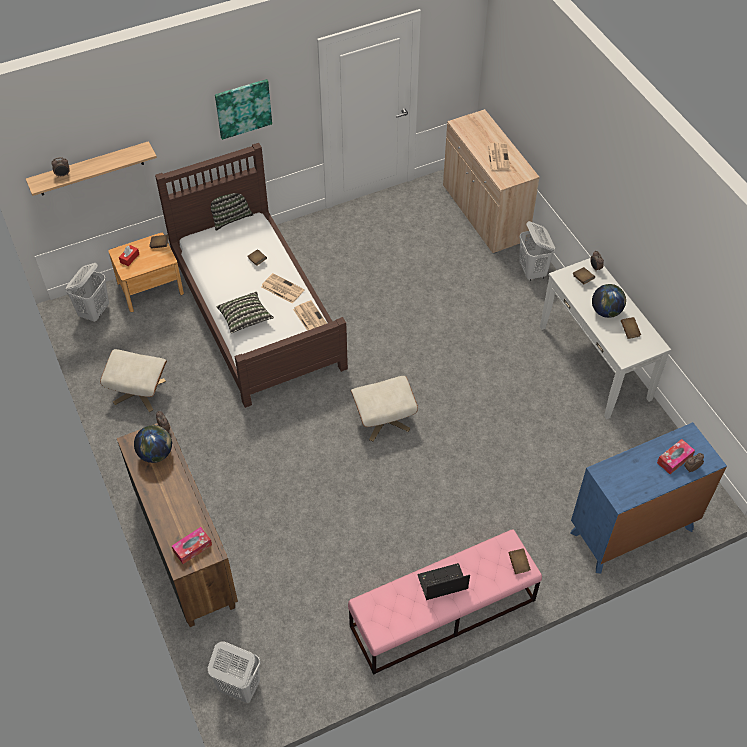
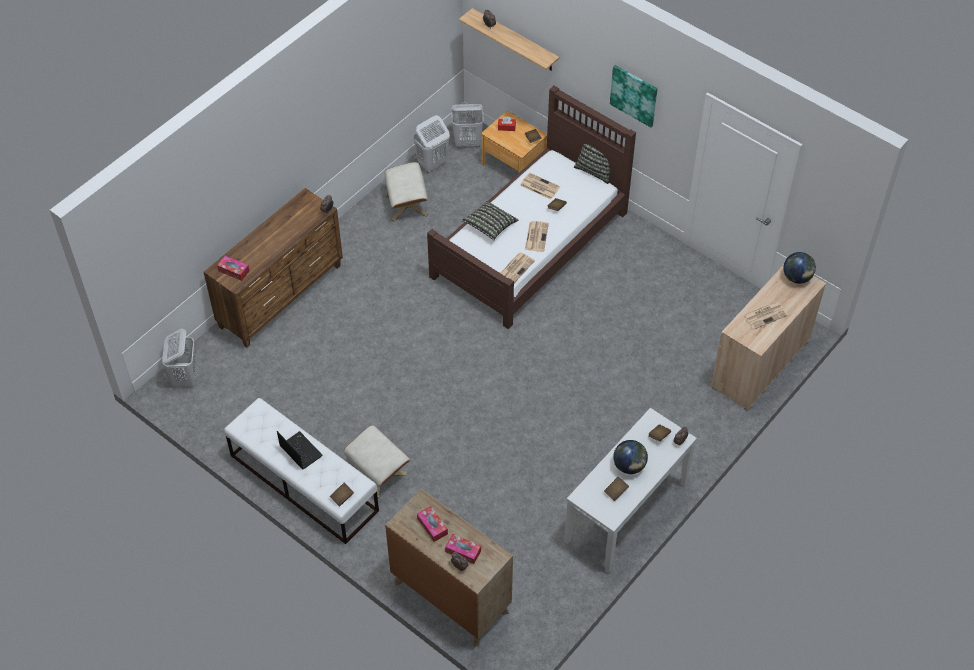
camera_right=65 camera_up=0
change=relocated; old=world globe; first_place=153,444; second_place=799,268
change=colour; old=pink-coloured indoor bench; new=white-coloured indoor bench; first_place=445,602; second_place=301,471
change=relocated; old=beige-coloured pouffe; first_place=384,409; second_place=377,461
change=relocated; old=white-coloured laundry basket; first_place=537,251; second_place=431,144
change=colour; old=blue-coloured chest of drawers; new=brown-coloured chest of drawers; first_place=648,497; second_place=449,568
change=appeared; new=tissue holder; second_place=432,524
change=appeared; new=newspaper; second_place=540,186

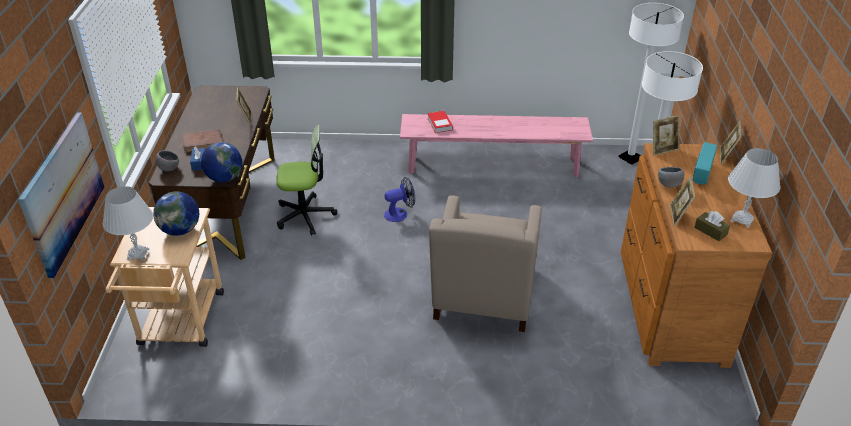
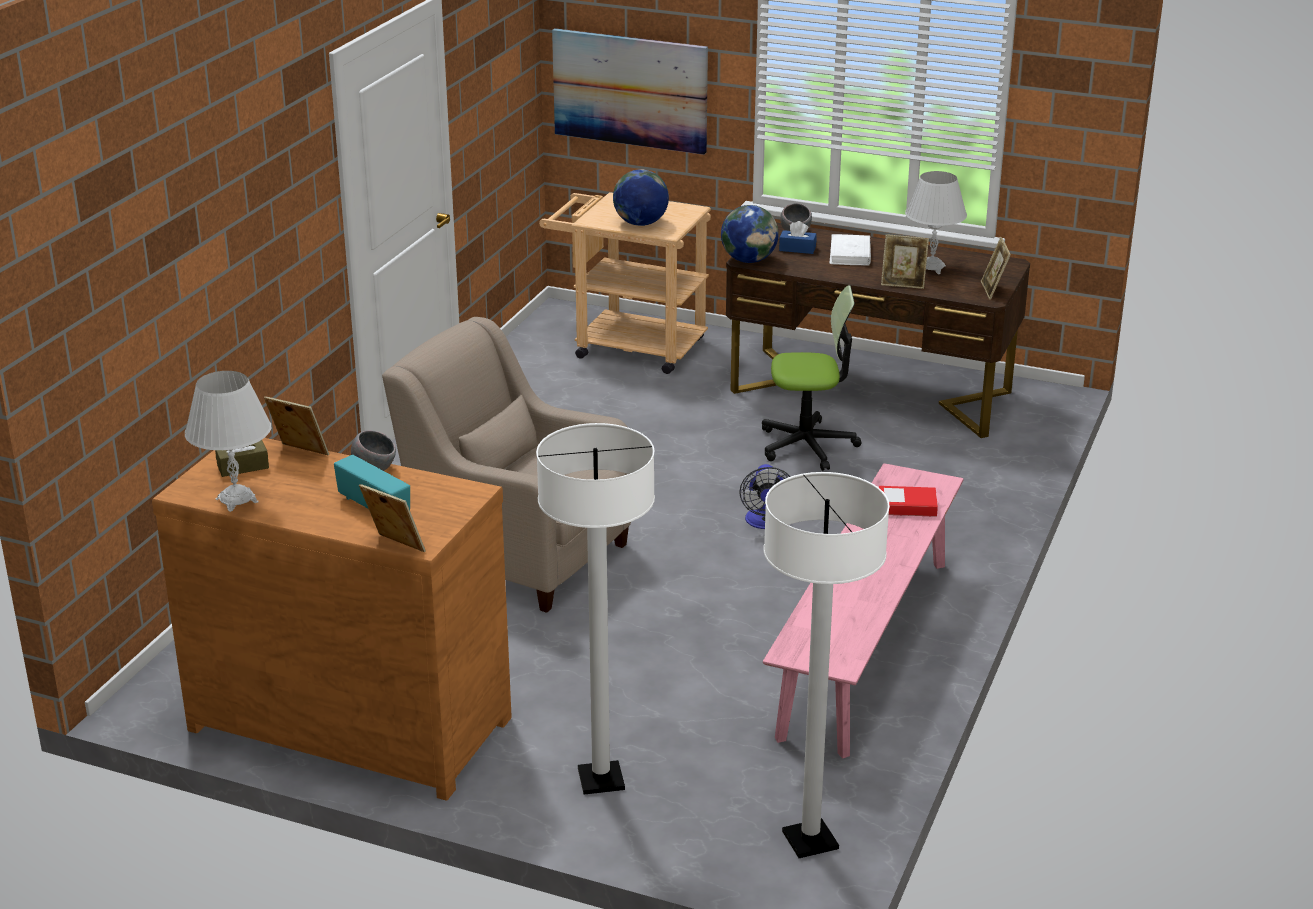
camera_right=110 camera_up=-10
change=relocated; old=white-coloured tabletop lamp; first_place=128,223; second_place=936,222
change=colour; old=brown-coloured volume; new=white-coloured volume; first_place=202,141; second_place=850,250
change=spun; old=desk chair; first_place=306,179; second_place=811,378; degrees=-105
change=relocated; old=picture frame; first_place=666,135; second_place=996,268

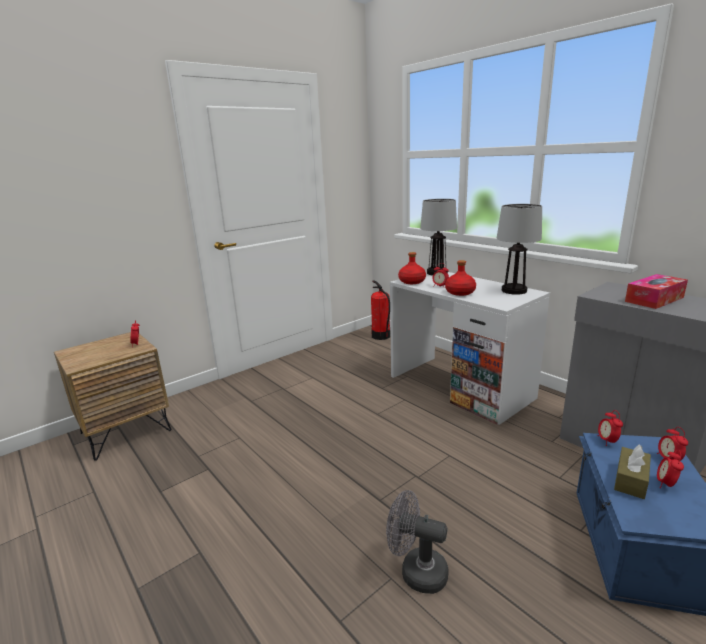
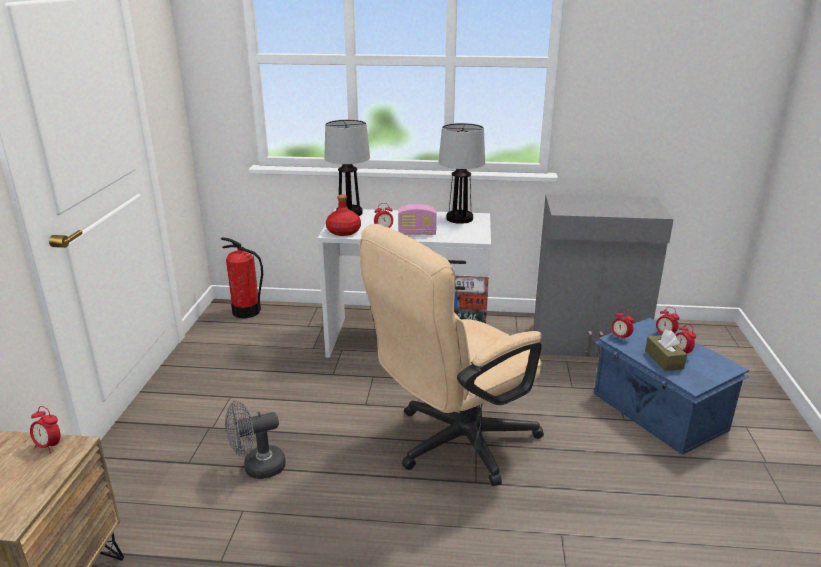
camera_right=-45 camera_up=5
change=relocated; old=grey electric fan; first_place=417,542; second_place=255,440
change=exchanged; old=red bottle; new=radio receiver; first_place=460,278; second_place=417,219
change=missing; old=tissue holder; first_place=656,291
change=appeared; new=beige-coloured desk chair; second_place=451,355

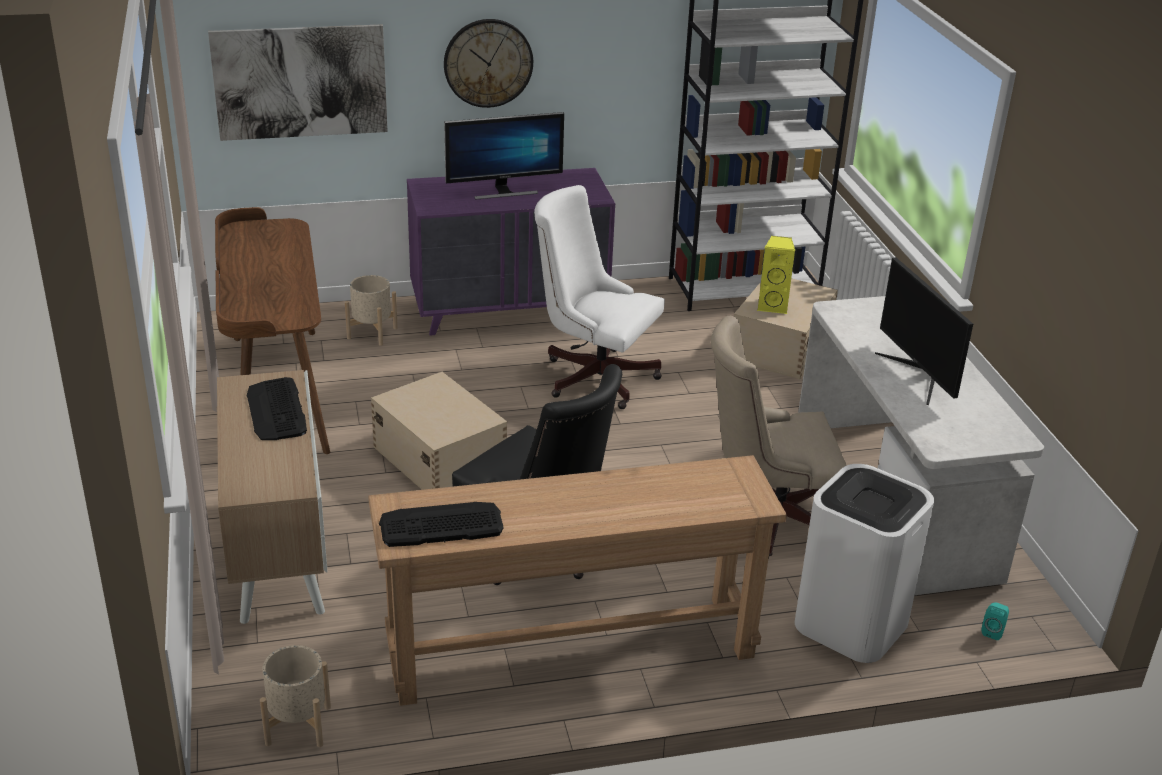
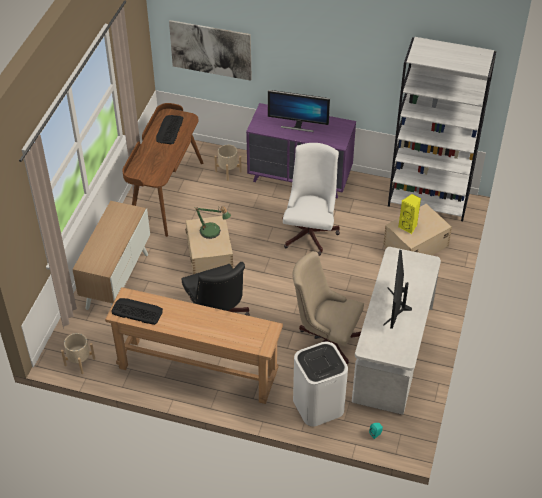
camera_right=30 camera_up=15
change=relocated; old=PC keyboard; first_place=276,408; second_place=169,129
change=missing; old=hanging clock; first_place=488,63
change=spun; old=white-coloured desk chair; first_place=599,297; second_place=311,199; degrees=45
change=appeared; new=tabletop lamp; second_place=213,222

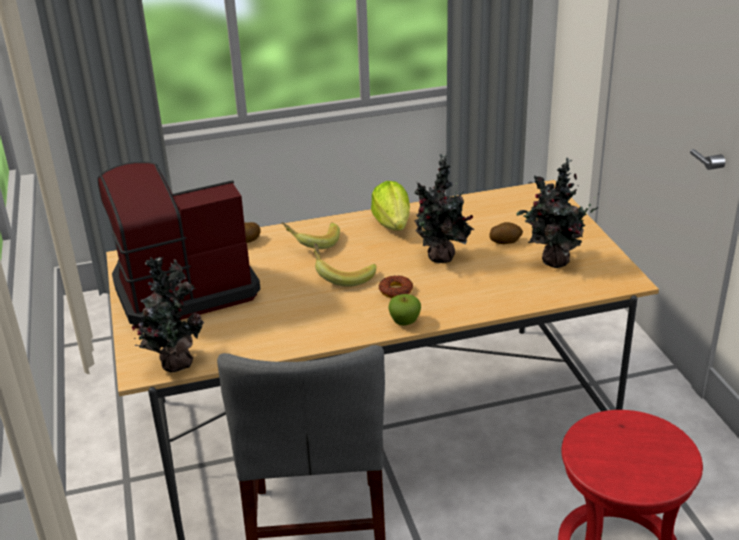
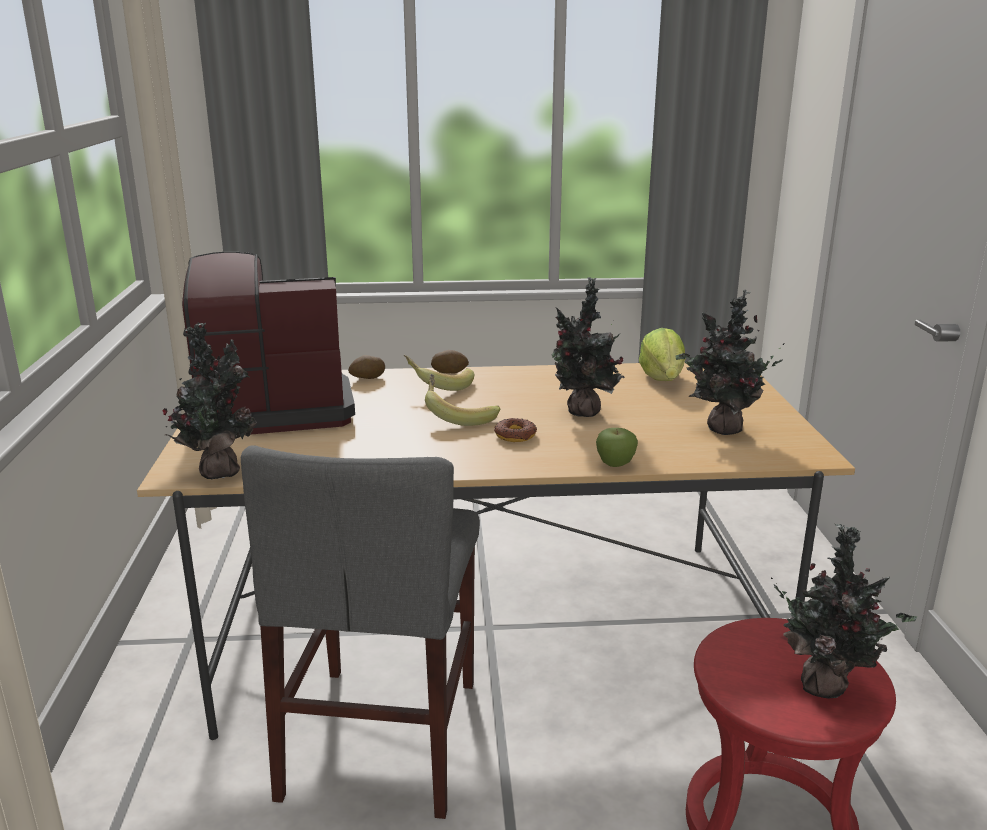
camera_right=10 camera_up=-10
change=relocated; old=lettuce; first_place=390,206; second_place=662,354
change=relocated; old=whole apple; first_place=404,310; second_place=617,447
change=relocated; old=spud; first_place=506,233; second_place=450,362
change=appeared; new=houseplant; second_place=844,611

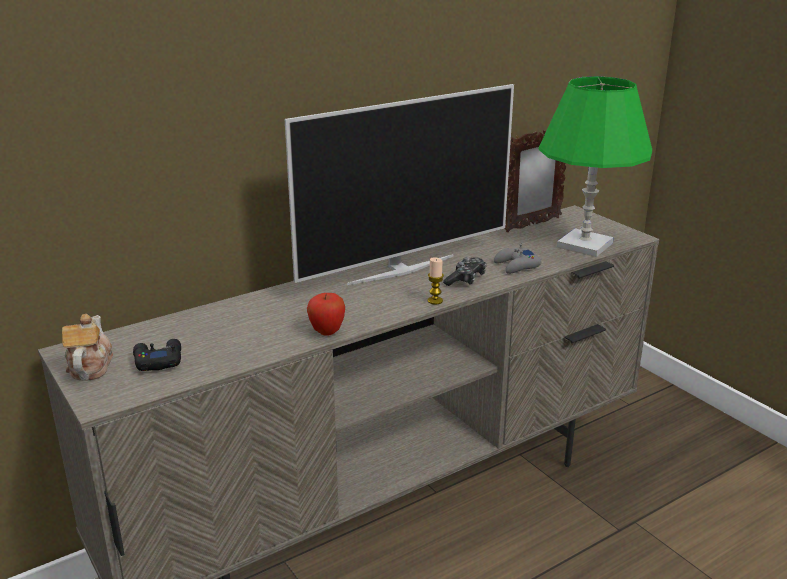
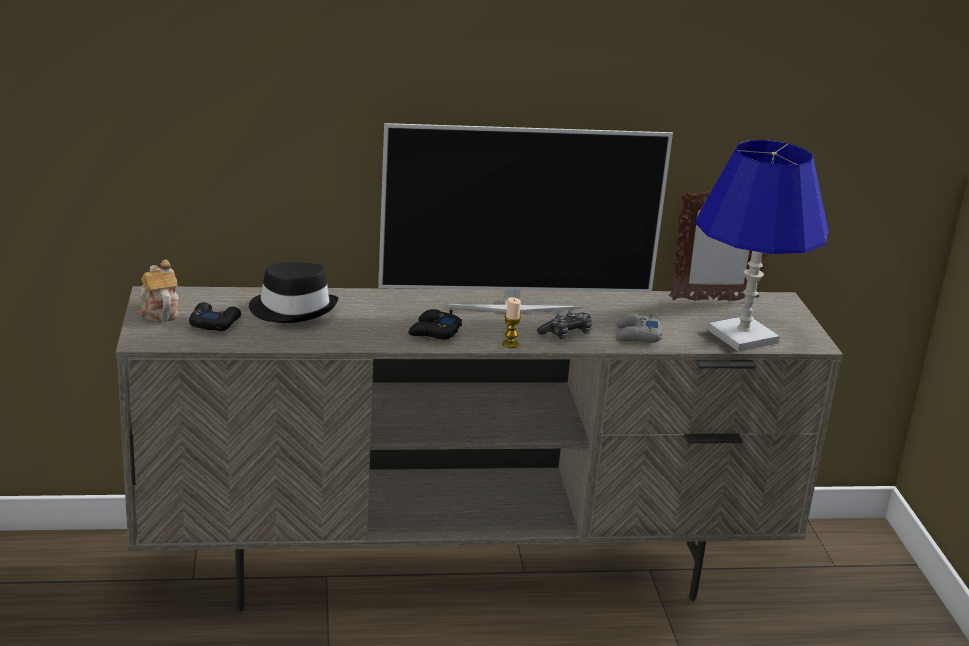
camera_right=25 camera_up=0
change=spun; old=pot for tea; first_place=87,347; second_place=159,290; degrees=-45
change=missing; old=whole apple; first_place=326,314
change=colour; old=green-coloured tabletop lamp; new=blue-coloured tabletop lamp; first_place=595,166; second_place=761,245
change=appeared; new=black hat; second_place=293,292
change=appeared; new=black joypad; second_place=435,324

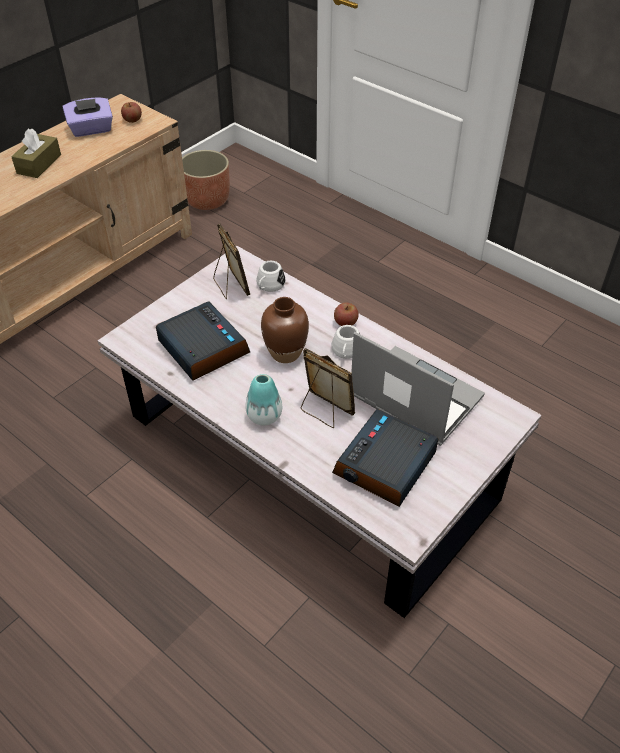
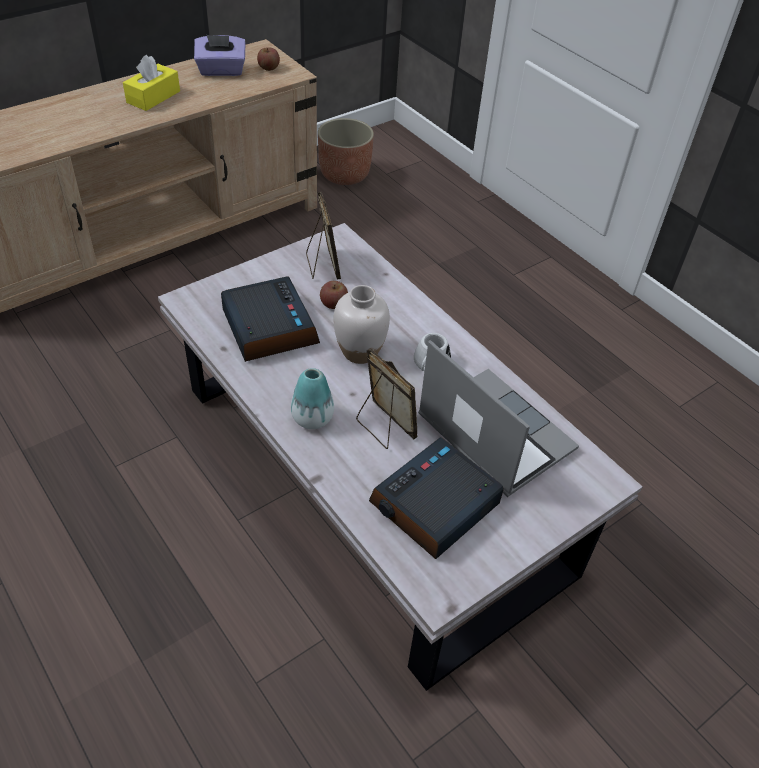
camera_right=10 camera_up=0
change=colour; old=brown-coloured tissue holder; new=yellow tissue holder; first_place=36,153; second_place=151,83
change=missing; old=white-coloured coffee mug; first_place=271,276
change=colour; old=brown-coloured flower vase; new=white-coloured flower vase; first_place=285,330; second_place=361,324
change=relocated; old=whole apple; first_place=346,314; second_place=334,295

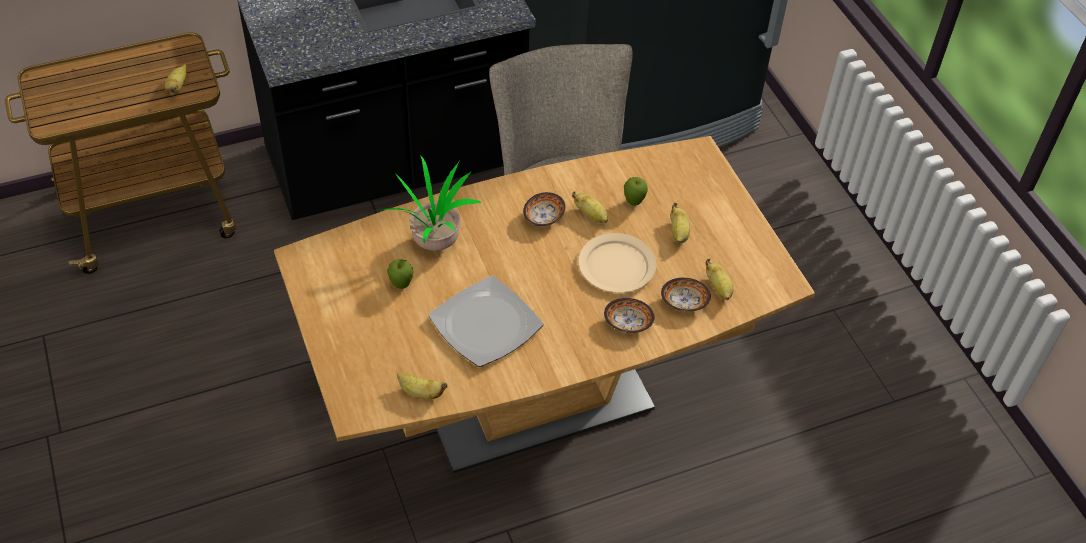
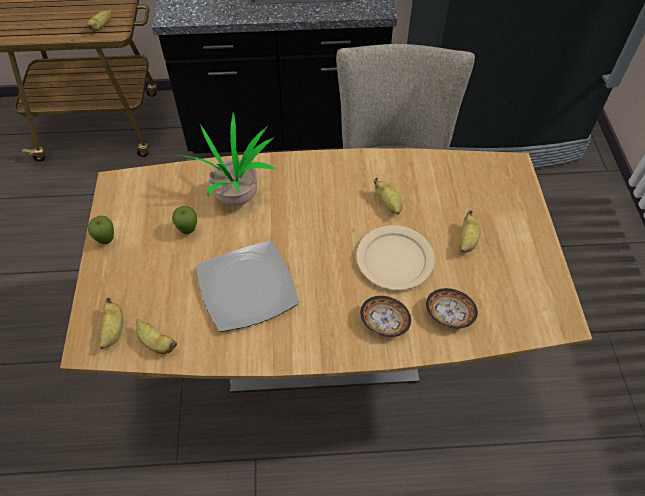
camera_right=20 camera_up=5
change=missing; old=serving bowl; first_place=544,209
change=relocated; old=whole apple; first_place=636,191; second_place=101,230
change=relocated; old=whole banana; first_place=719,279; second_place=111,323

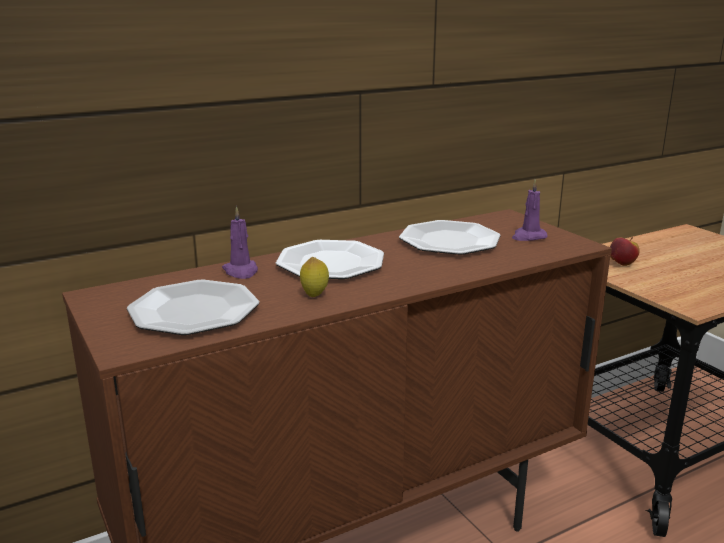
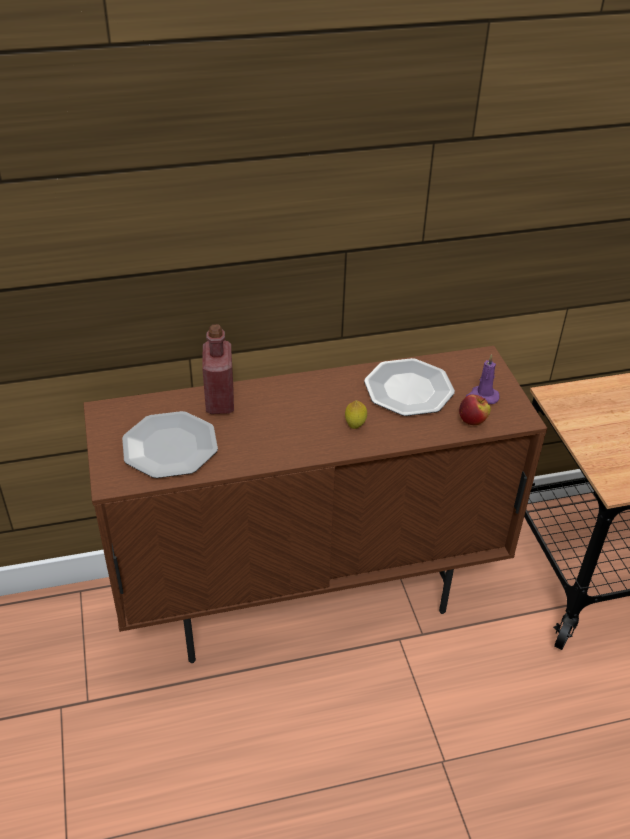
camera_right=15 camera_up=20
change=exchanged; old=purplish wax light; new=red bottle; first_place=240,242; second_place=218,369
change=missing; old=plate; first_place=330,259
change=relocated; old=citrus fruit; first_place=314,277; second_place=356,414
change=relocated; old=whole apple; first_place=625,251; second_place=475,409

